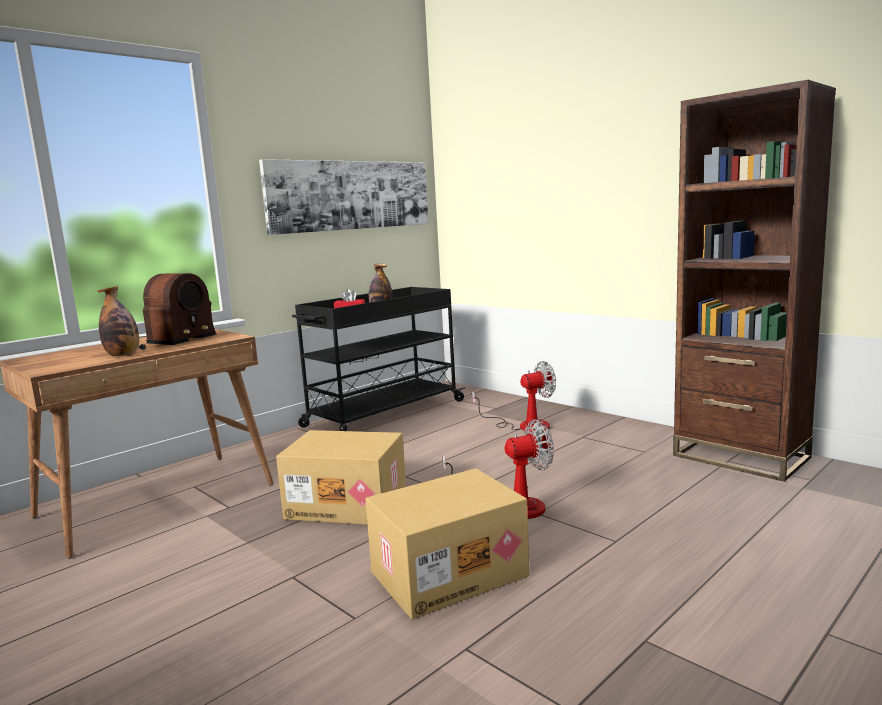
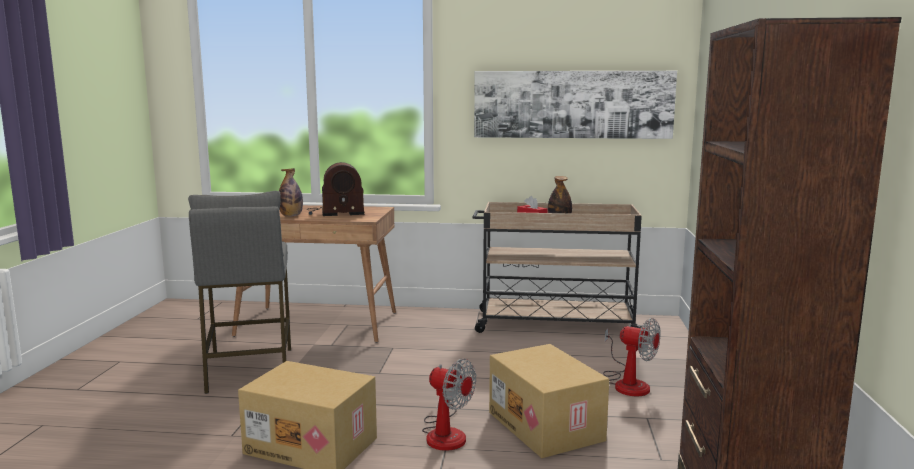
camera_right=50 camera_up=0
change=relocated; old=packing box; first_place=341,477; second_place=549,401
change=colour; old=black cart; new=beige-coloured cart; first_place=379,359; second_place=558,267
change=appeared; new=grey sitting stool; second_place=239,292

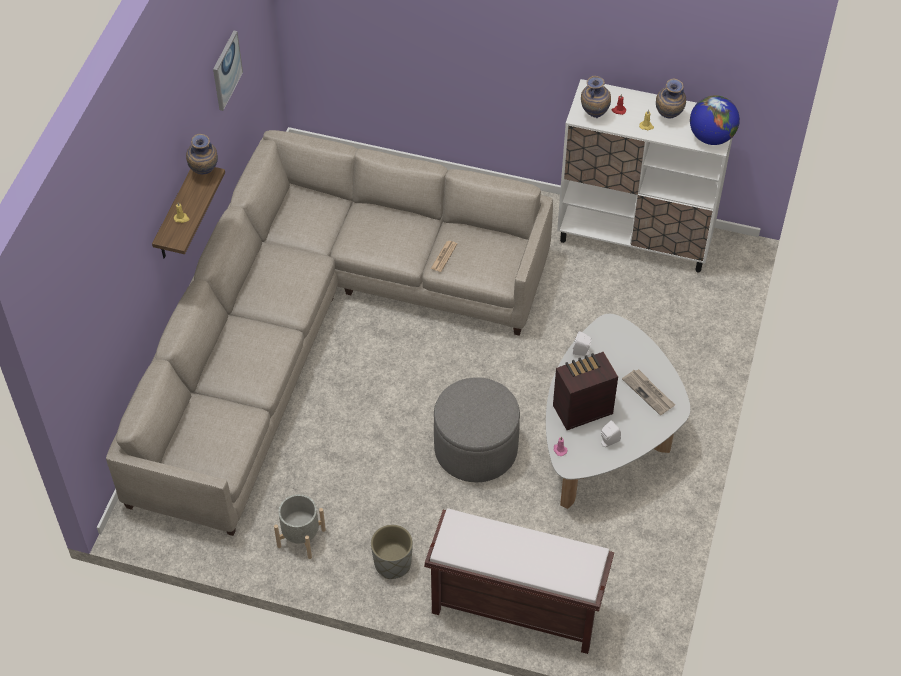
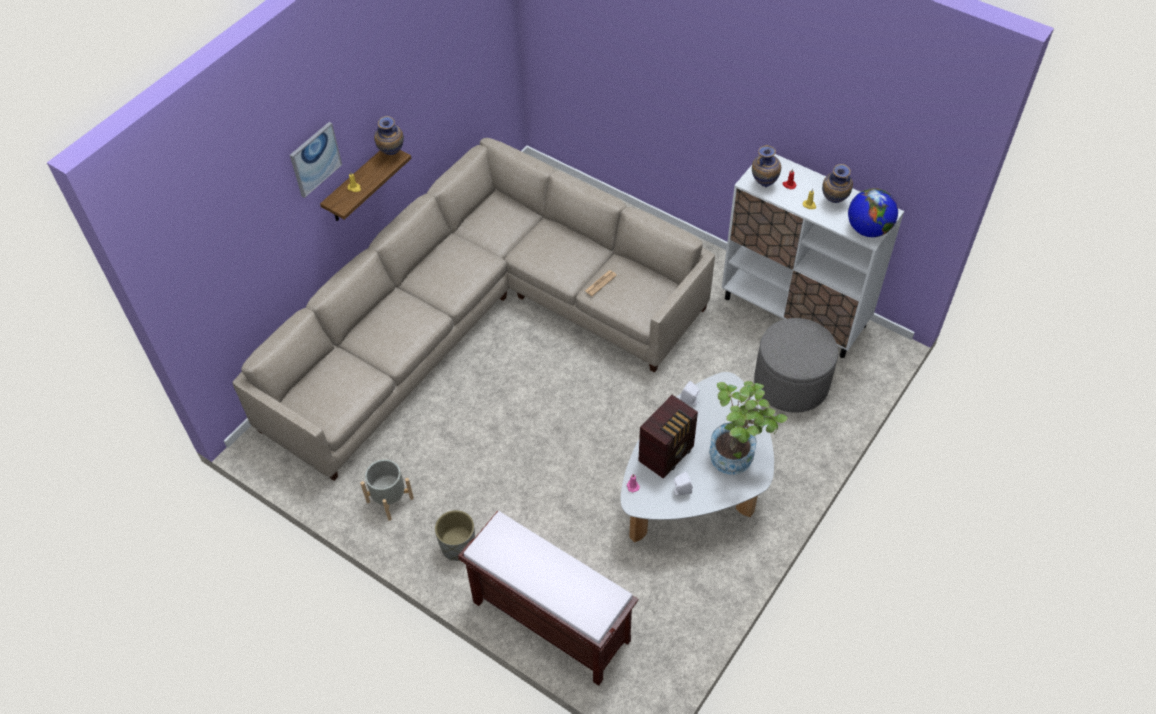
camera_right=20 camera_up=0
change=relocated; old=picture; first_place=228,71; second_place=316,160
change=relocated; old=grey pouffe; first_place=477,429; second_place=796,365
change=spun; old=radio receiver; first_place=585,391; second_place=668,437; degrees=135
change=exchanged; old=newspaper; new=houseplant; first_place=648,392; second_place=748,428

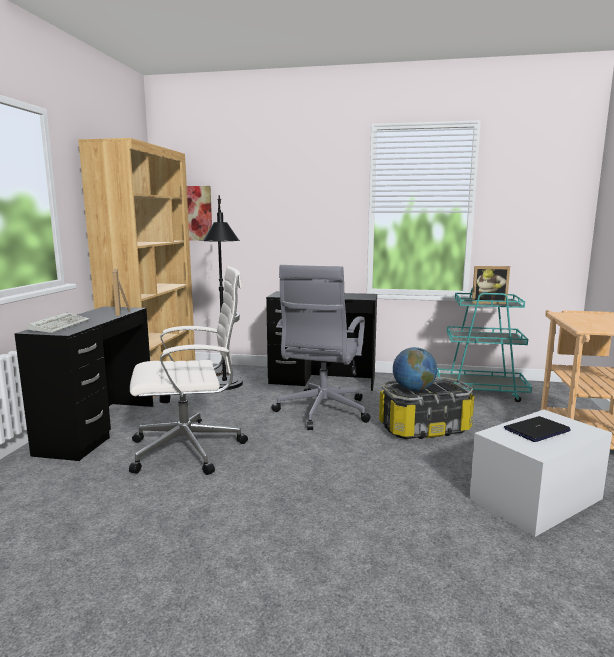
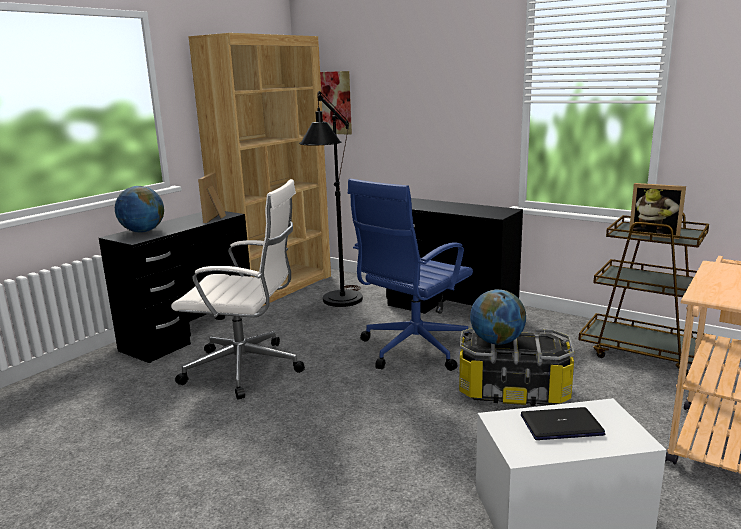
camera_right=25 camera_up=5
change=exchanged; old=PC keyboard; new=world globe; first_place=58,322; second_place=139,209
change=colour; old=grey desk chair; new=blue-coloured desk chair; first_place=321,347; second_place=410,275
change=colour; old=turquoise-coloured cart; new=brown-coloured cart; first_place=484,345; second_place=644,294

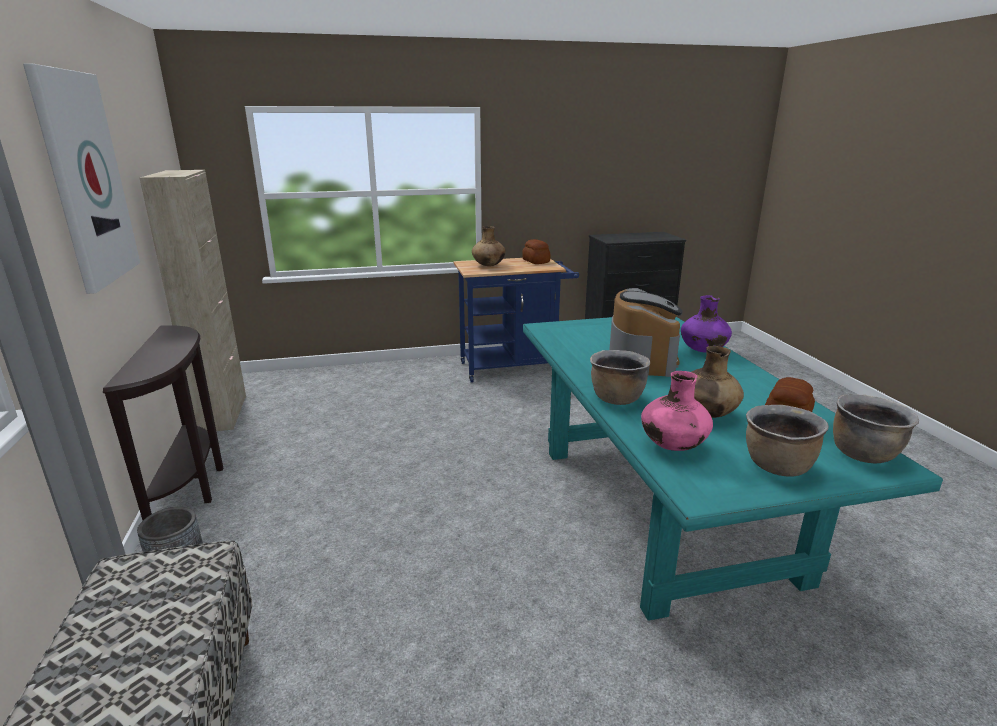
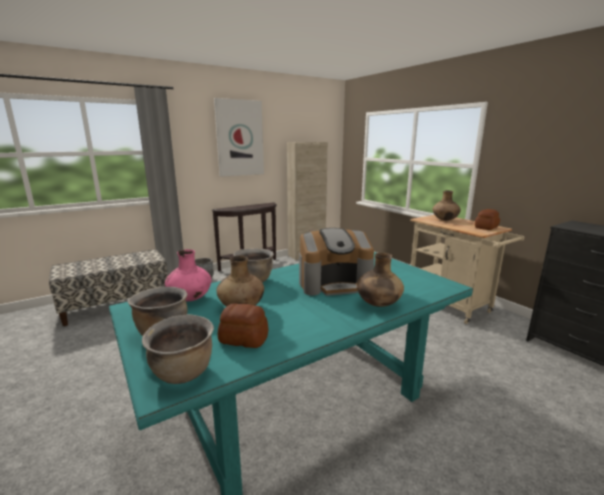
camera_right=70 camera_up=-5
change=colour; old=blue-coloured cart; new=beige-coloured cart; first_place=516,320; second_place=467,269
change=colour; old=purplish flower vase; new=brown-coloured flower vase; first_place=706,324; second_place=380,280

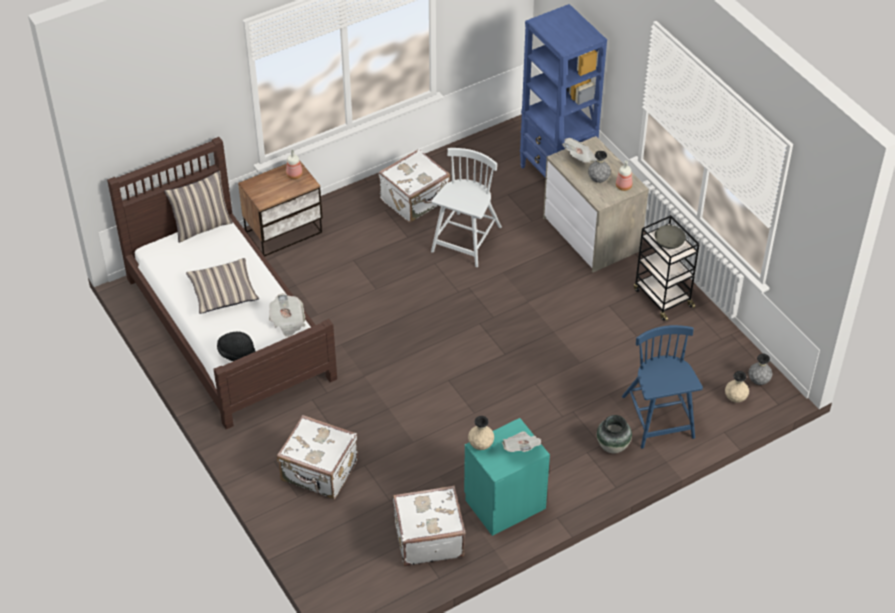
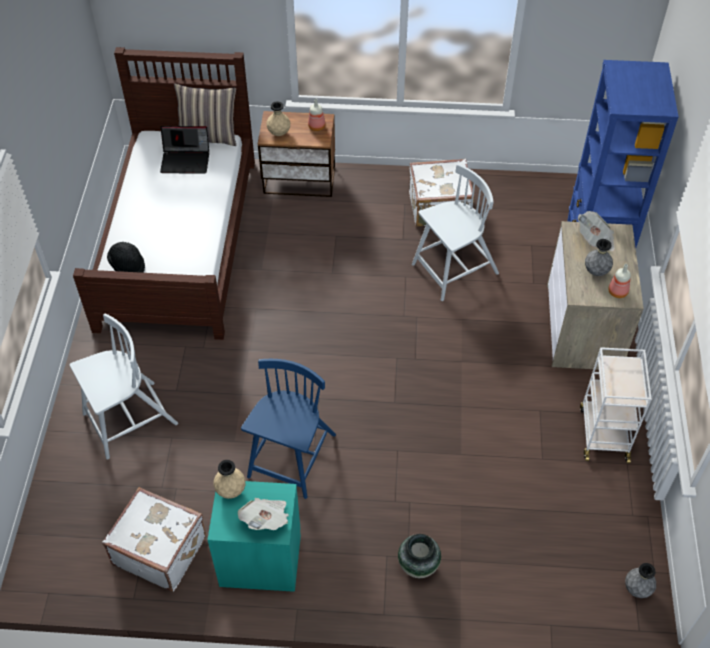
camera_right=35 camera_up=5
change=missing; old=throw pillow; first_place=222,286
change=missing; old=newspaper; first_place=287,315
change=exchanged; old=white-coloured piece of luggage; new=white-coloured chair; first_place=317,457; second_place=124,386
change=relocated; old=blue-coloured chair; first_place=662,387; second_place=288,429
change=colour; old=black cart; new=white-coloured cart; first_place=667,268; second_place=616,405
change=missing; old=grey serving bowl; first_place=670,237
change=relocated; old=beige-coloured flower vase; first_place=737,387; second_place=278,118
change=appeared; new=laptop; second_place=184,150

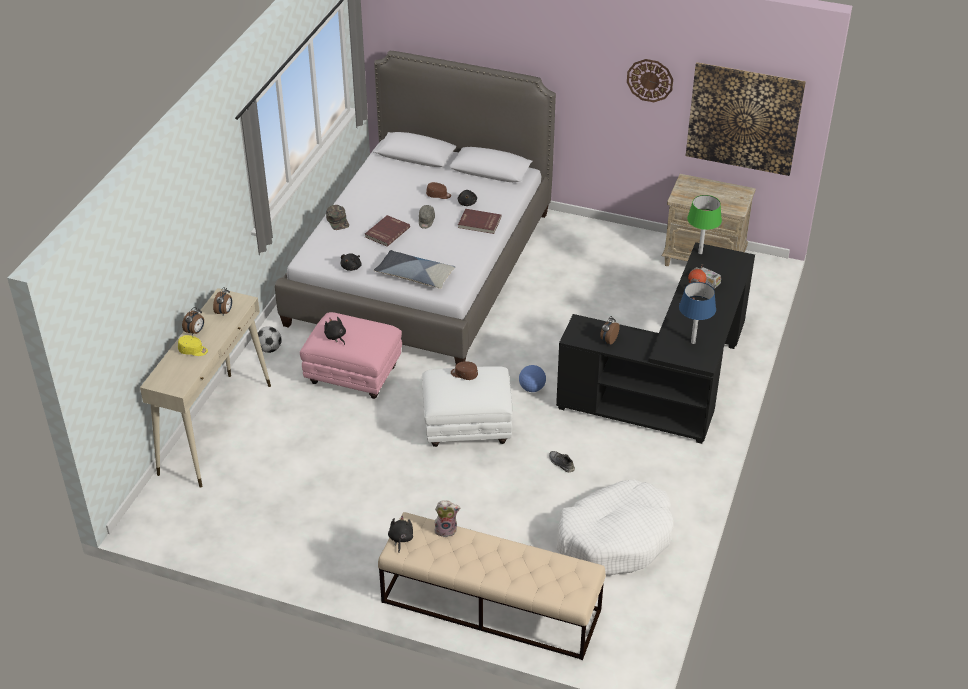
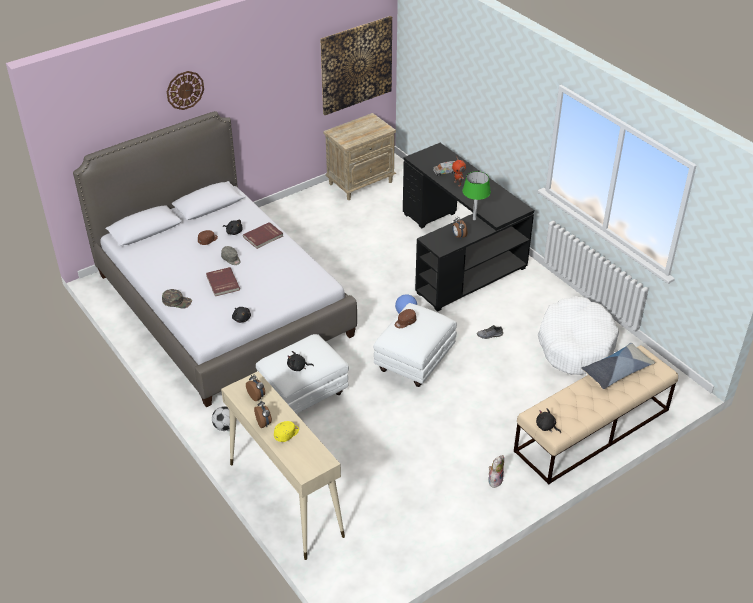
camera_right=-55 camera_up=0
change=colour; old=pink-coloured pouffe; new=white-coloured pouffe; first_place=351,355; second_place=302,374
change=relocated; old=throw pillow; first_place=414,269; second_place=618,366
change=relocated; old=cuddly toy; first_place=447,519; second_place=496,471
change=relocated; old=hanging clock; first_place=650,80; second_place=185,90
change=missing; old=blue-coloured tabletop lamp; first_place=697,313
change=relocated; old=green-coloured tabletop lamp; first_place=704,224; second_place=476,195

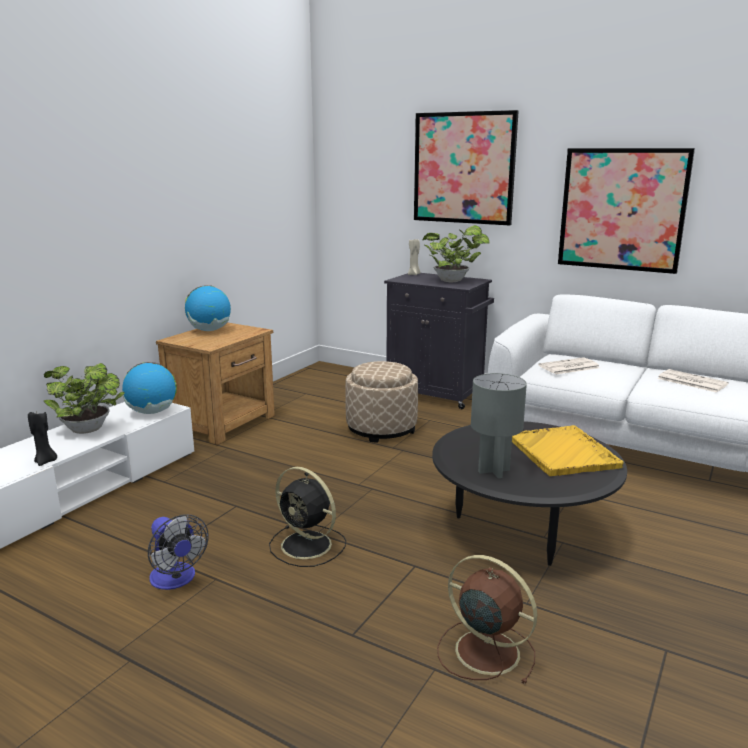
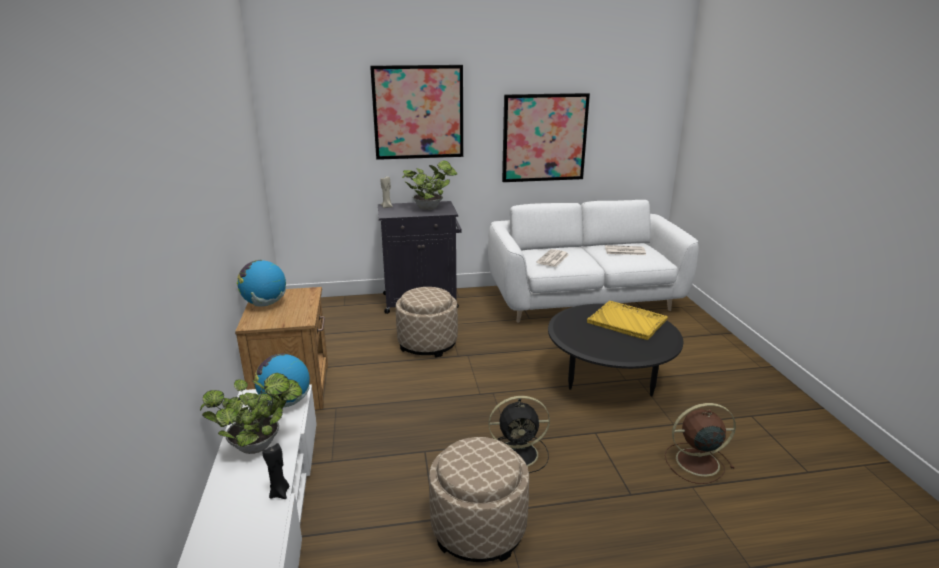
camera_right=-40 camera_up=5
change=exchanged; old=electric fan; new=beige-coloured pouffe; first_place=178,552; second_place=479,499
change=missing; old=grey tabletop lamp; first_place=499,425

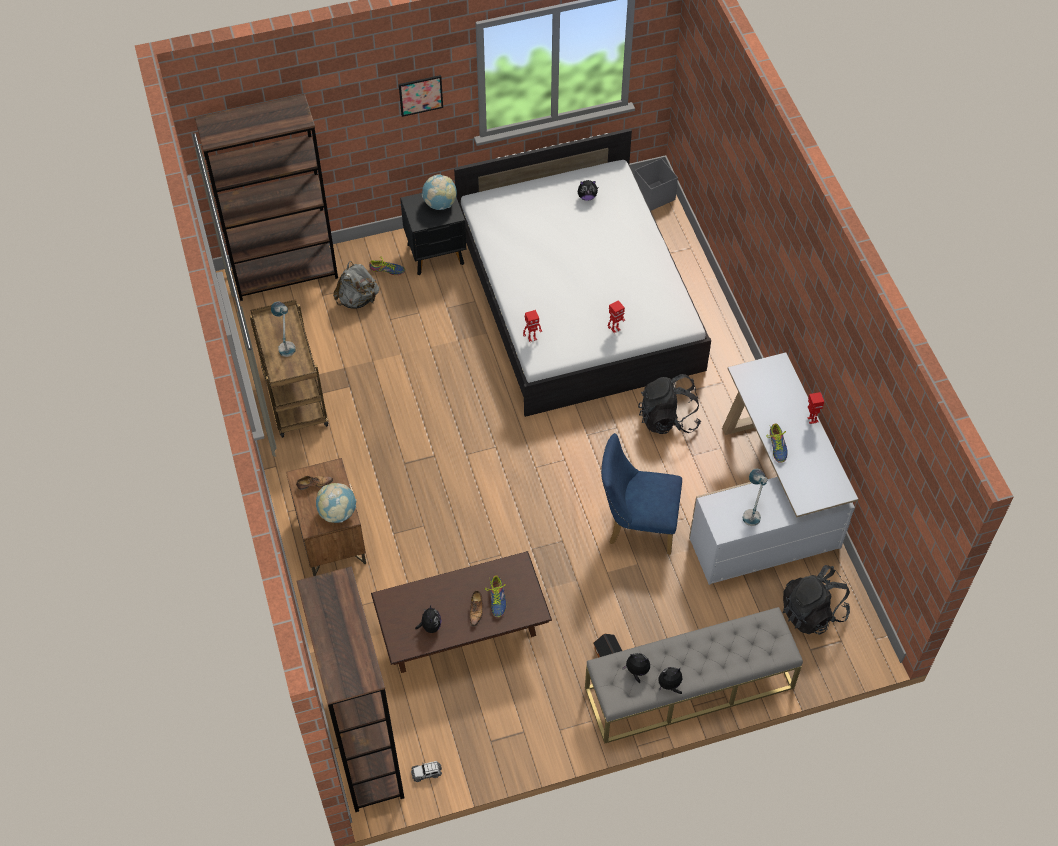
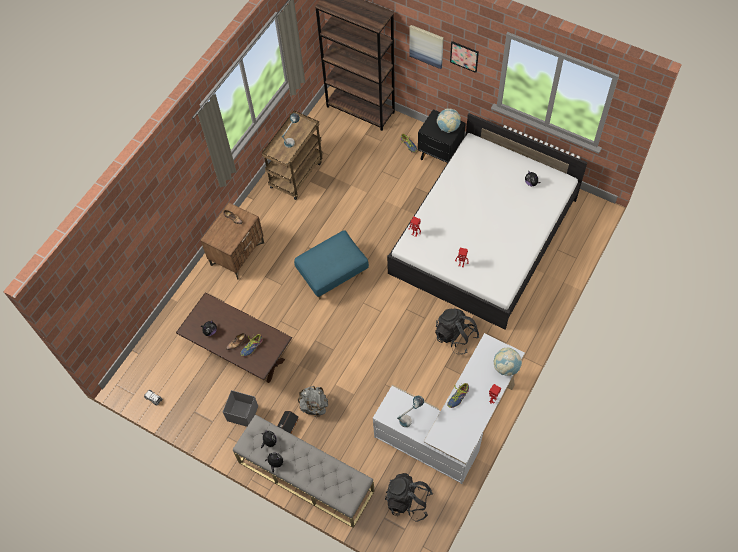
camera_right=50 camera_up=5
change=missing; old=brown-coloured bookshelf; first_place=350,689
change=relocated; old=world globe; first_place=336,503; second_place=508,361
change=relocated; old=grey backpack; first_place=356,285; second_place=313,401
change=missing; old=blue-coloured chair; first_place=641,494
change=relocated; old=grey storage box; first_place=656,184; second_place=240,408
change=appeared; new=blue-coloured pouffe; second_place=331,264
change=appeared; new=picture; second_place=426,47

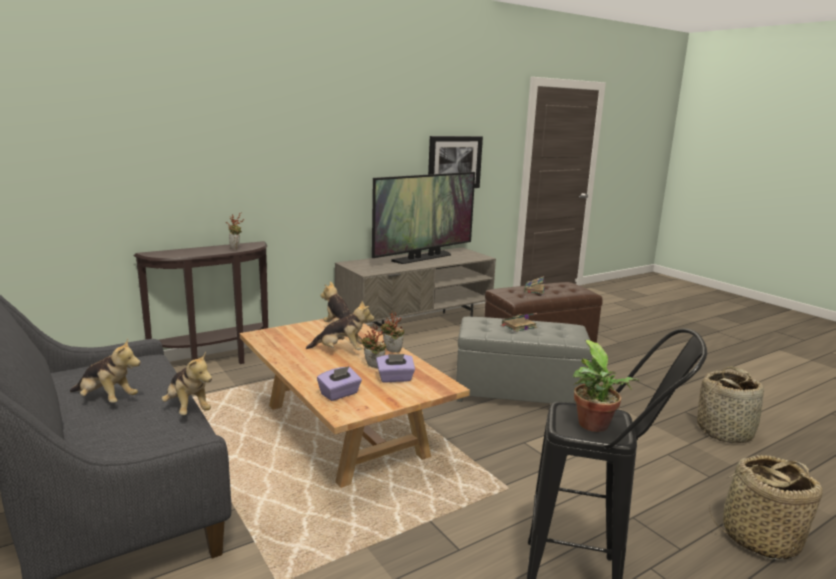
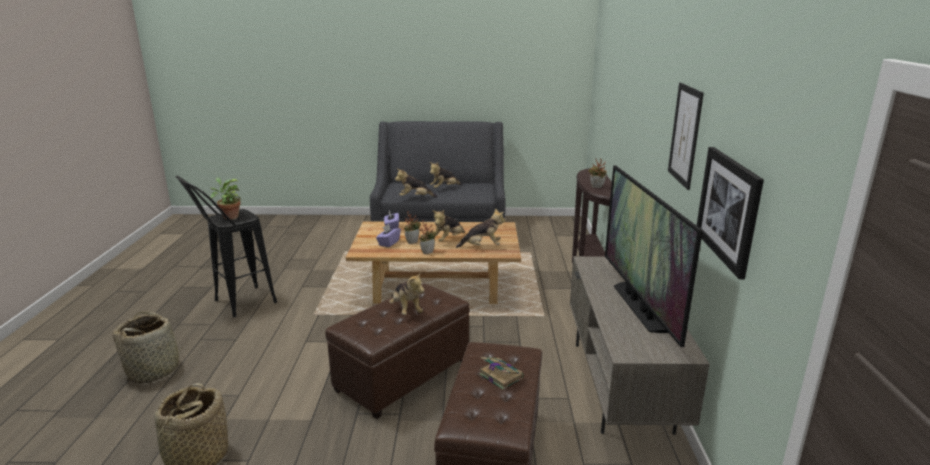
camera_right=125 camera_up=5
change=colour; old=grey pouffe; new=brown-coloured pouffe; first_place=524,360; second_place=397,351
change=exchanged; old=volume; new=cuddly toy; first_place=519,322; second_place=406,293
change=appeared; new=picture; second_place=686,136

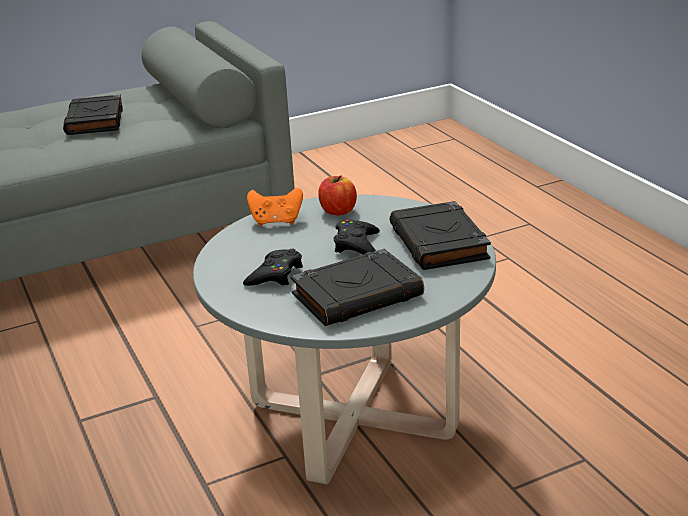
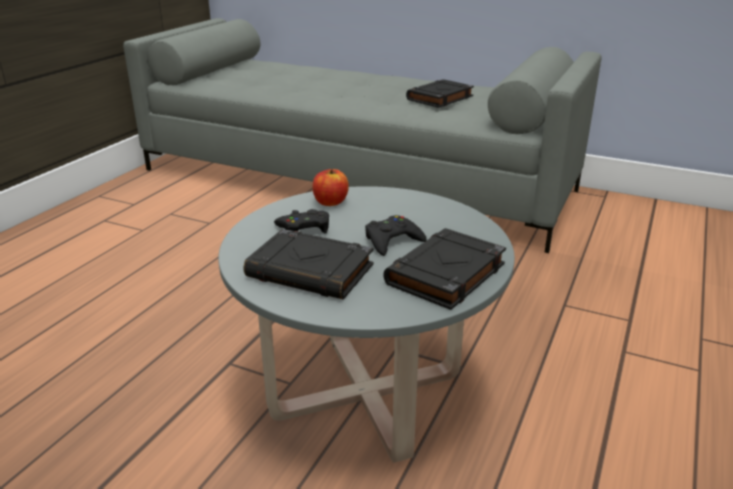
camera_right=50 camera_up=0
change=missing; old=orange joypad; first_place=275,207
change=relocated; old=whole apple; first_place=337,195; second_place=331,187

